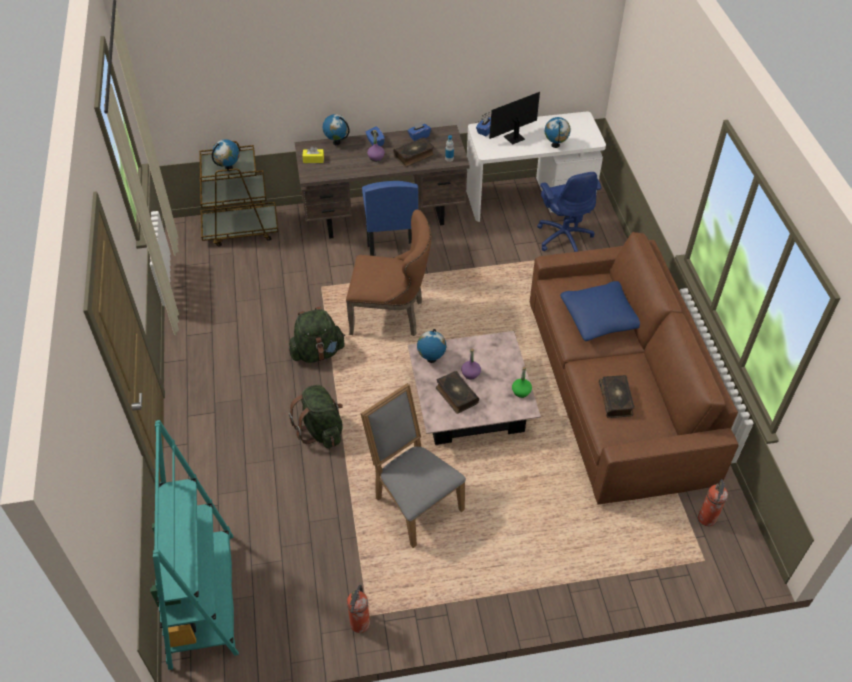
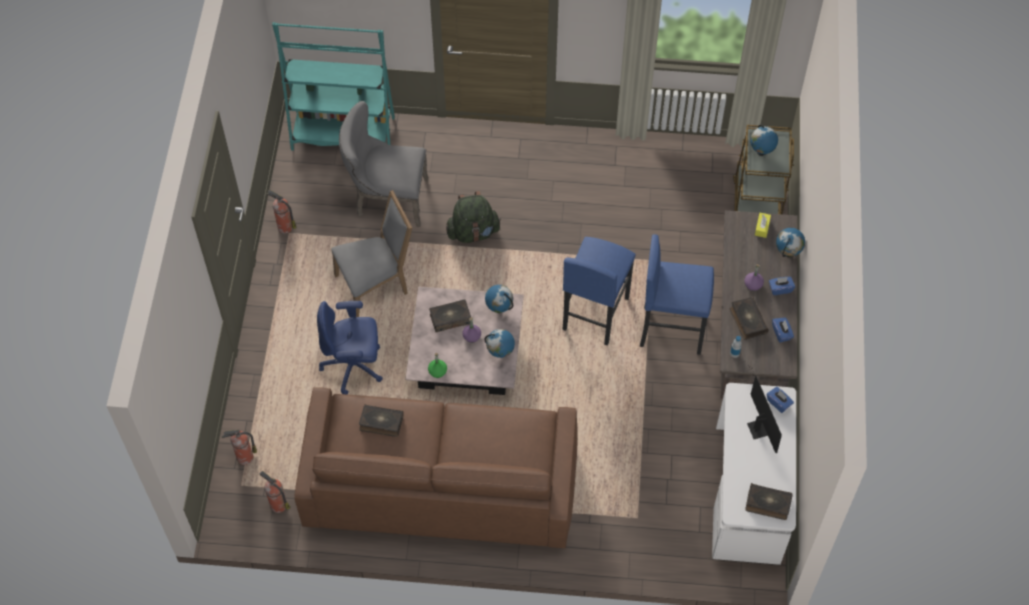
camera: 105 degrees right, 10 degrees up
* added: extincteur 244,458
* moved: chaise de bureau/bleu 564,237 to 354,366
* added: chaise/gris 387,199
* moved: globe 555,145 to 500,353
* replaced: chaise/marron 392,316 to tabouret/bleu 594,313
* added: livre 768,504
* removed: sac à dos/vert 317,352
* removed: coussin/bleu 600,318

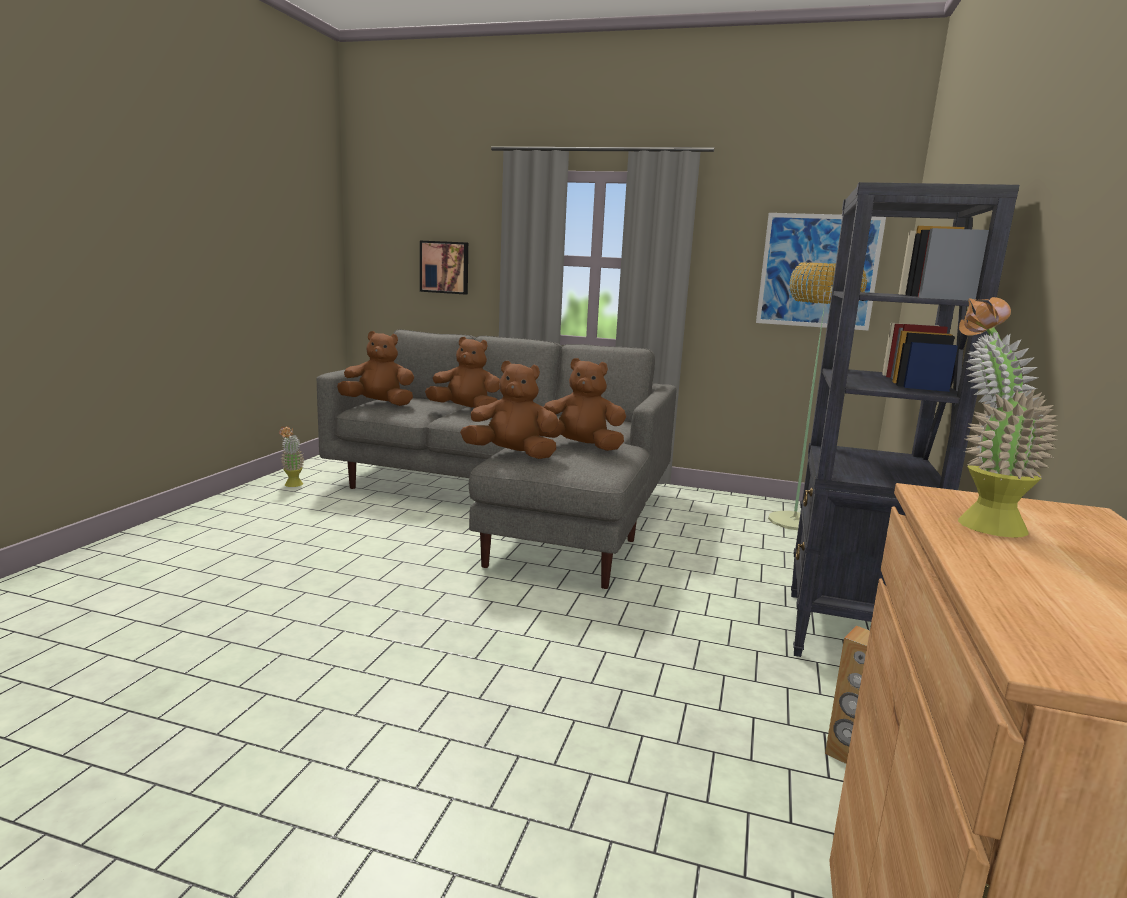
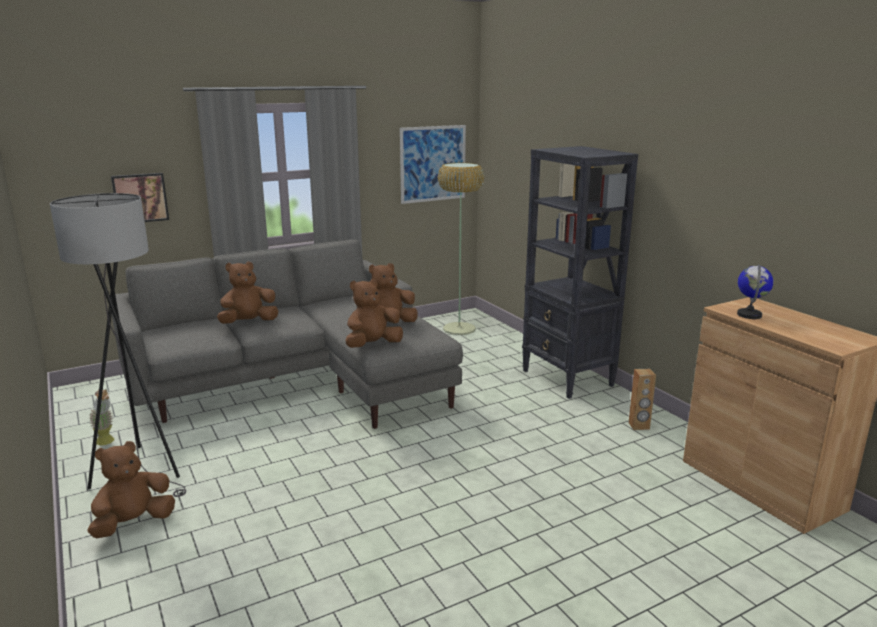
camera: 45 degrees left, 5 degrees up
* added: lampadaire/gris 143,471
* moved: peluche/marron 379,404 to 133,523
* replaced: plante en pot 975,521 to globe 749,315

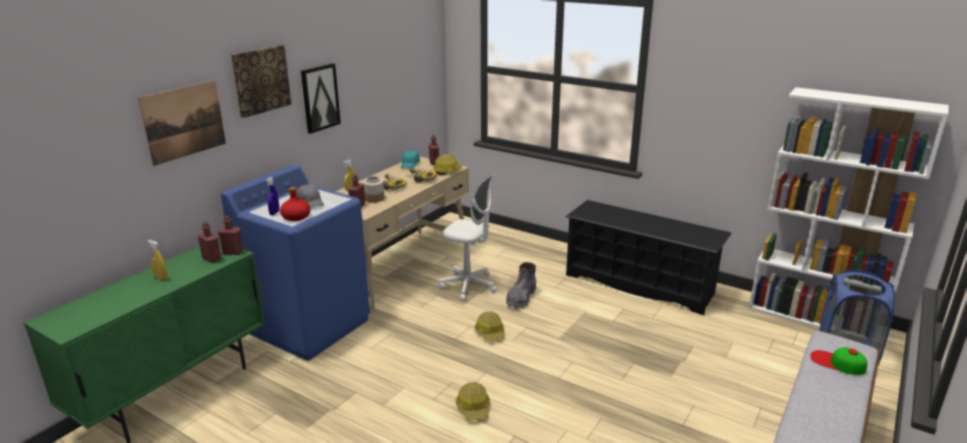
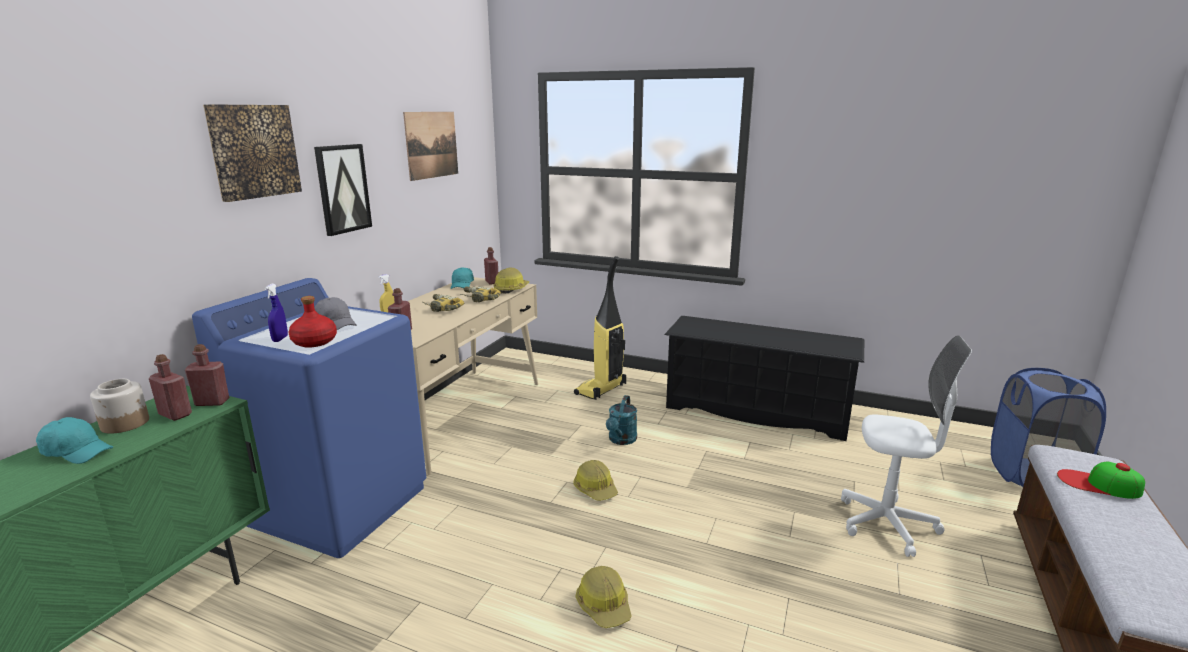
camera: 10 degrees left, 5 degrees down
* replaced: vaporisateur/jaune 161,278 to casquette/turquoise 77,451
* moved: bocal 374,198 to 126,423
* moved: tableau 184,122 to 432,145
* added: aspirateur 601,390
* replaced: botte/gris 521,298 to arrosoir/turquoise 621,440
* moved: chaise de bureau/blanc 468,286 to 887,524
* removed: bibliothèque/blanc 815,318

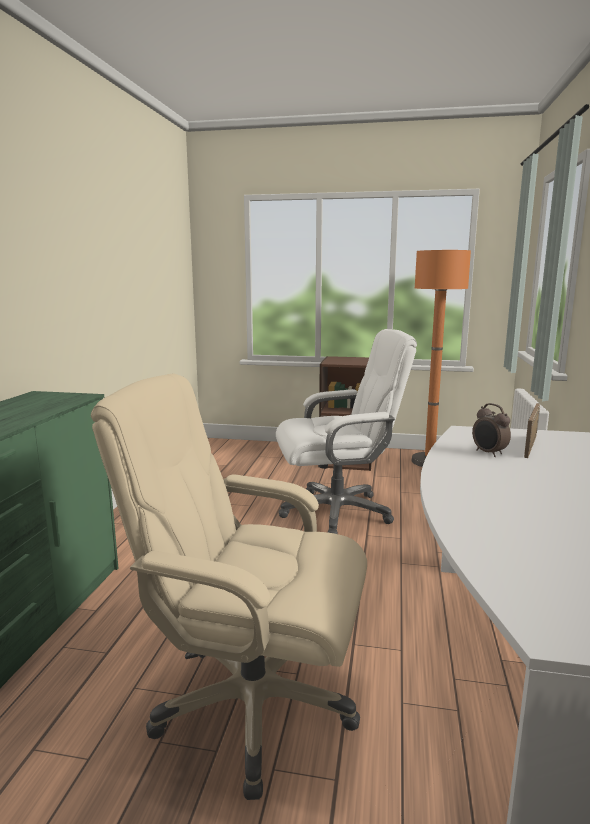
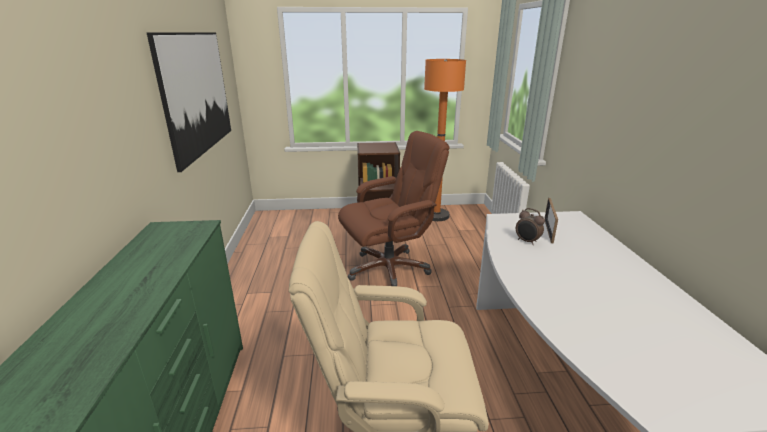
camera: 15 degrees left, 10 degrees up
* added: tableau 197,93
* recoloured: chaise de bureau/blanc 337,512 to chaise de bureau/marron 389,269

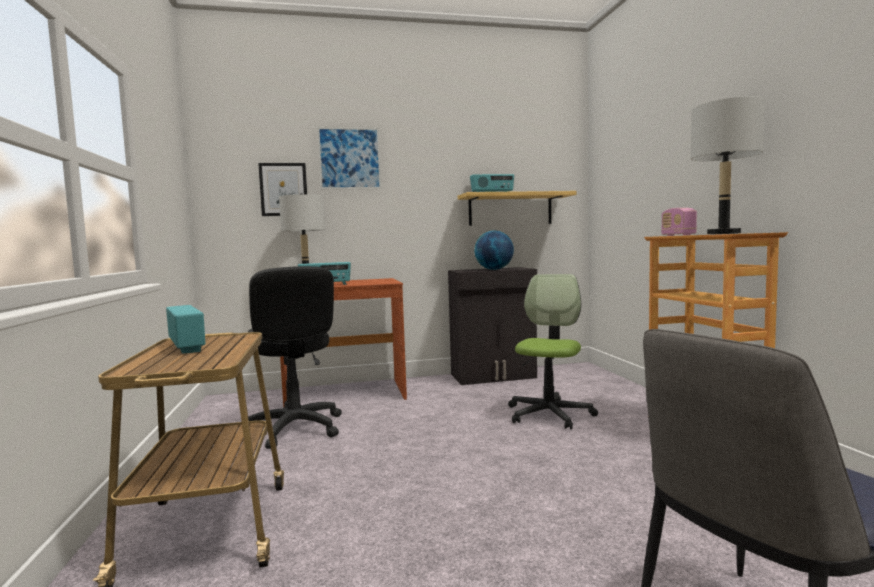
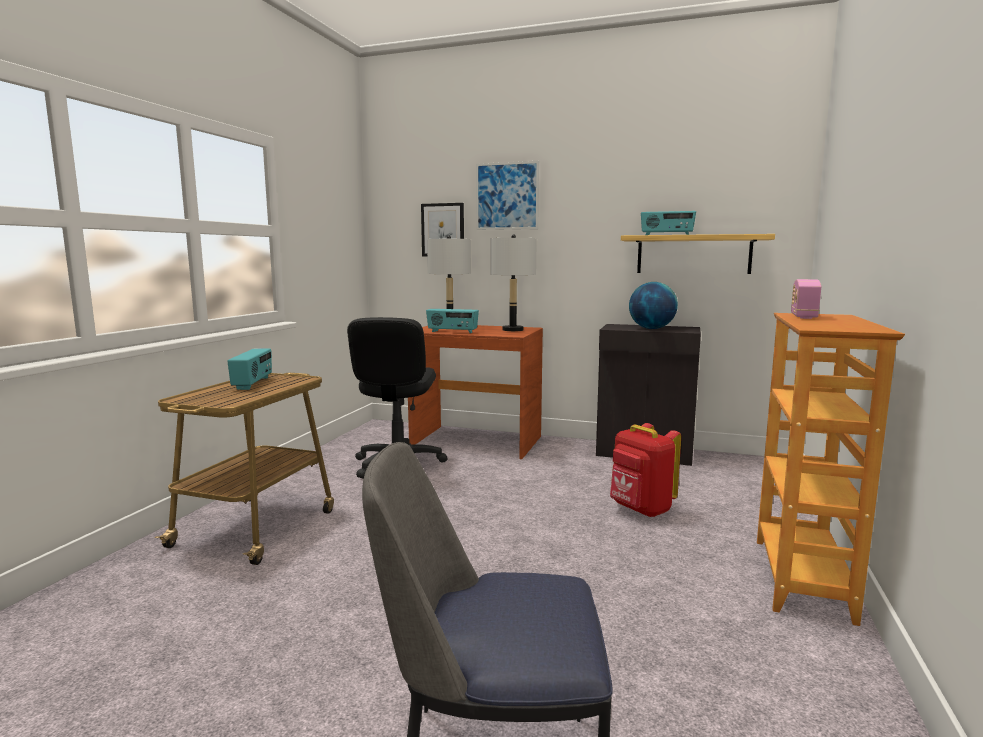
camera: 30 degrees right, 5 degrees up
* moved: lampe de table/gris 723,234 to 512,330
* replaced: chaise de bureau 549,414 to sac à dos/rouge 640,509

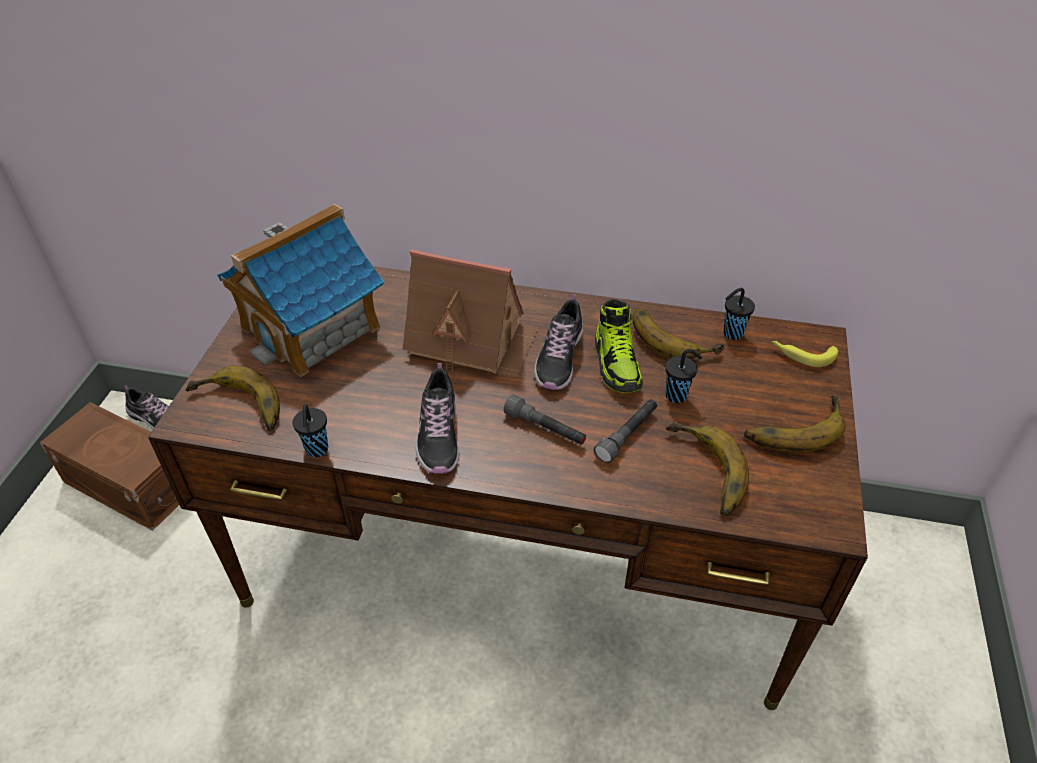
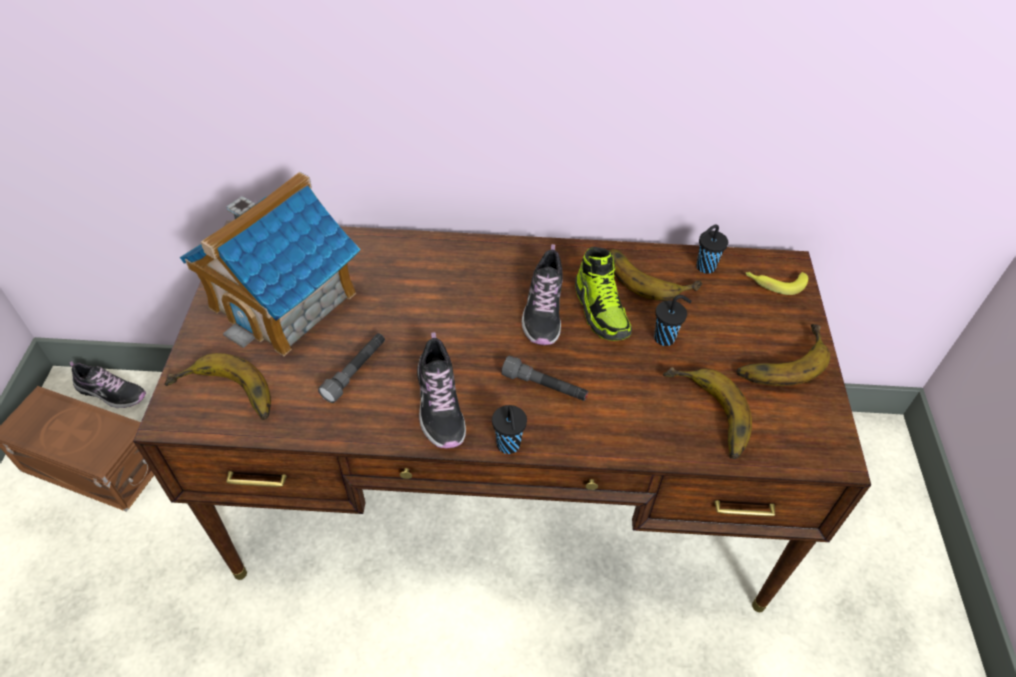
camera: 10 degrees left, 5 degrees up
* moved: lampe de poche/gris 627,435 to 355,372
* moved: tasse/noir 316,450 to 508,446
* removed: maison miniature 471,341

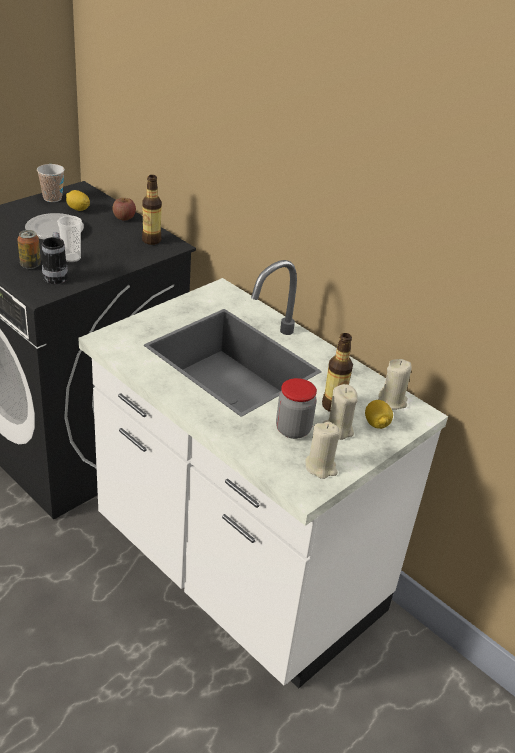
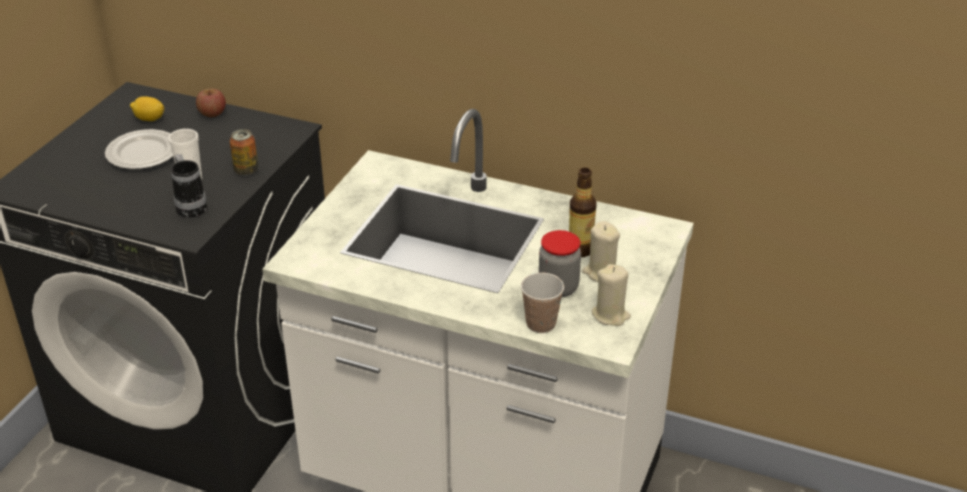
camera: 20 degrees left, 0 degrees up
* moved: boîte métallique 30,265 to 246,170
* moved: tasse 52,198 to 541,324
* removed: bouteille 151,240
* removed: citron 376,424
* removed: bougie/beige 392,401

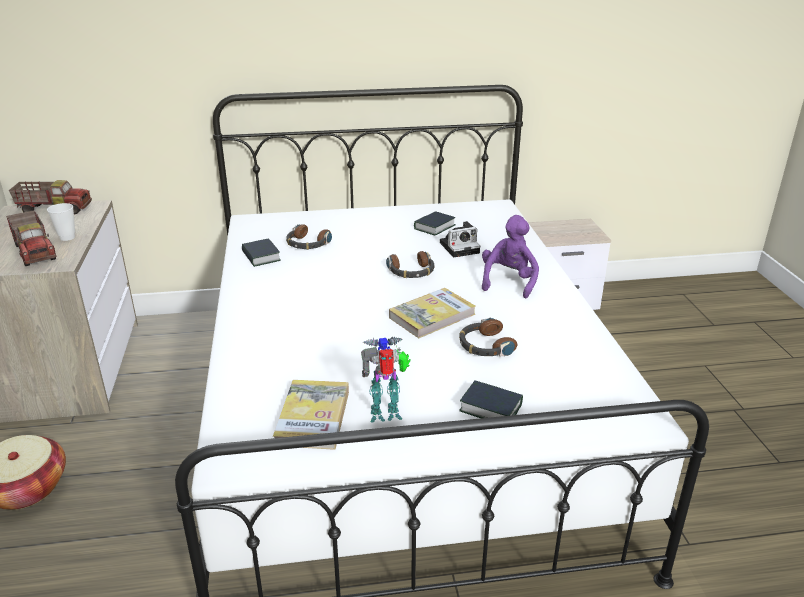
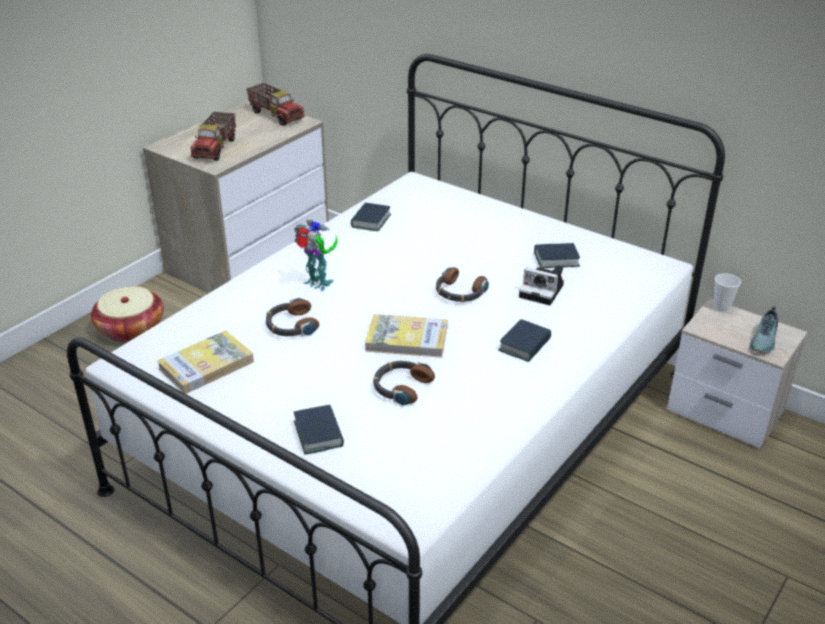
camera: 45 degrees right, 5 degrees up
* moved: casque audio 307,244 to 291,325
* moved: robot jouet 387,415 to 318,285
* replaced: peluche/violet 508,281 to livre 525,345
* moved: tasse 67,237 to 721,308
* added: chaussure 765,340

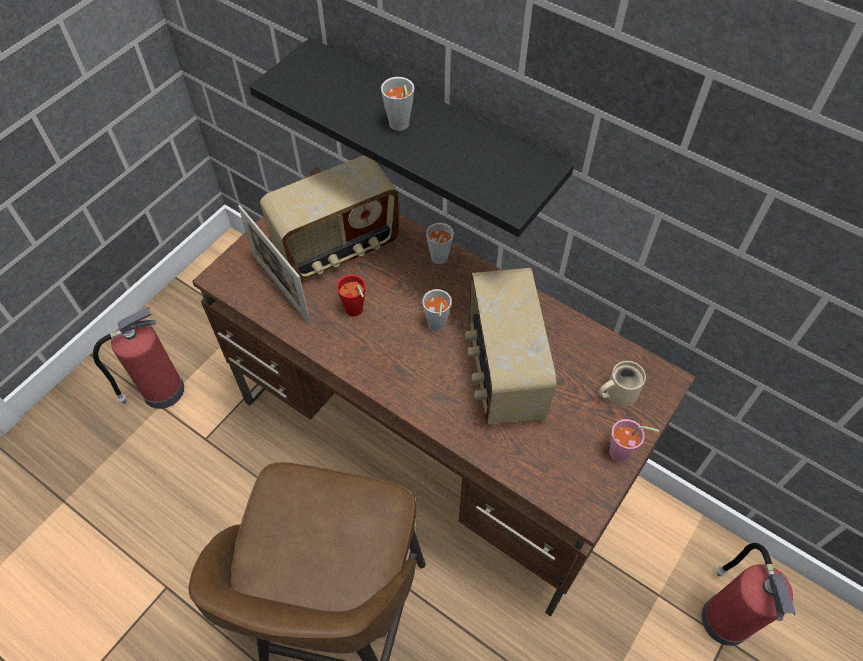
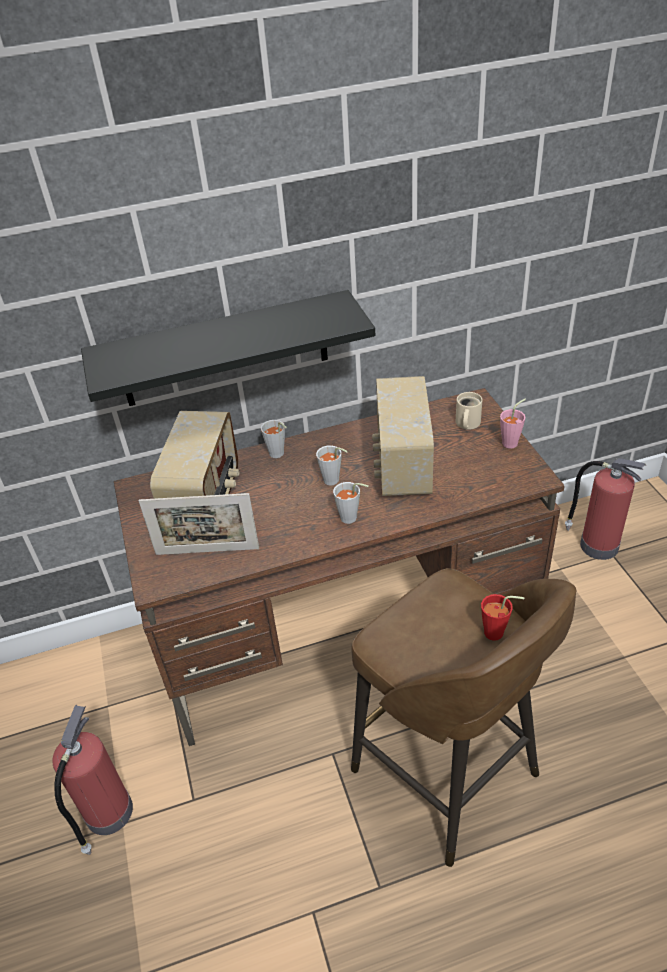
camera: 50 degrees left, 15 degrees down
* moved: tasse/gris 399,127 to 352,519
* turned: radio 502,371 = 402,466 60 degrees clockwise
* moved: tasse/rouge 355,312 to 498,633

